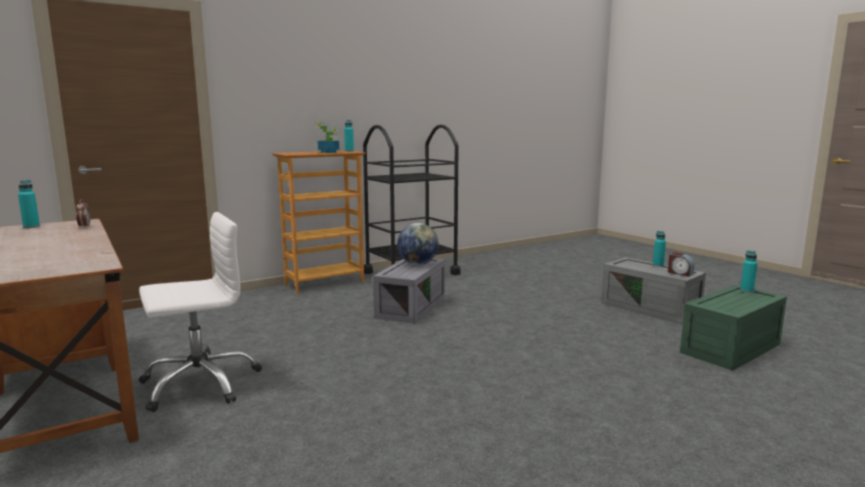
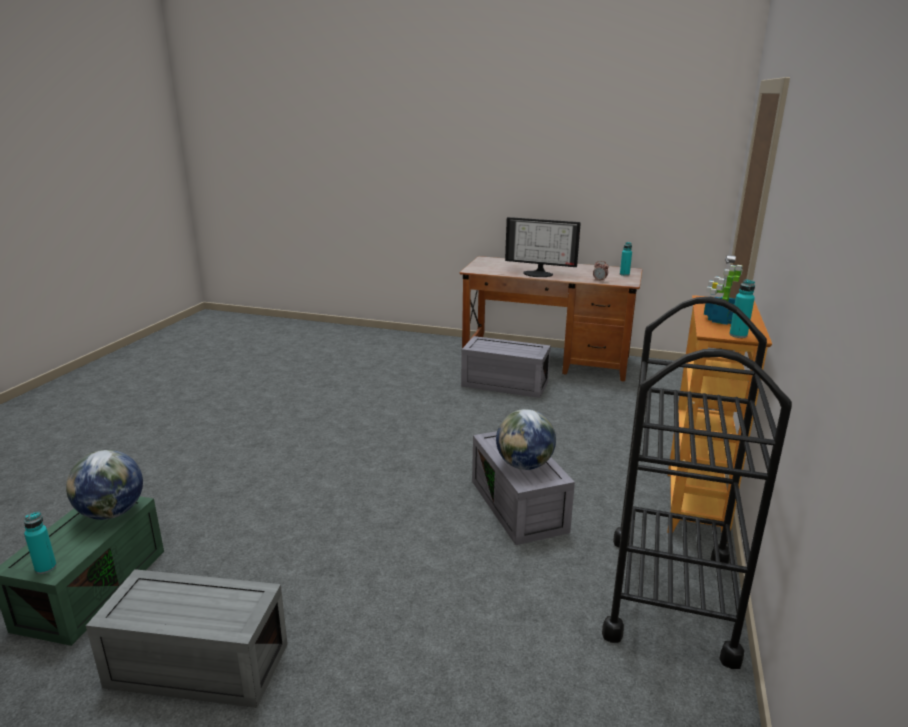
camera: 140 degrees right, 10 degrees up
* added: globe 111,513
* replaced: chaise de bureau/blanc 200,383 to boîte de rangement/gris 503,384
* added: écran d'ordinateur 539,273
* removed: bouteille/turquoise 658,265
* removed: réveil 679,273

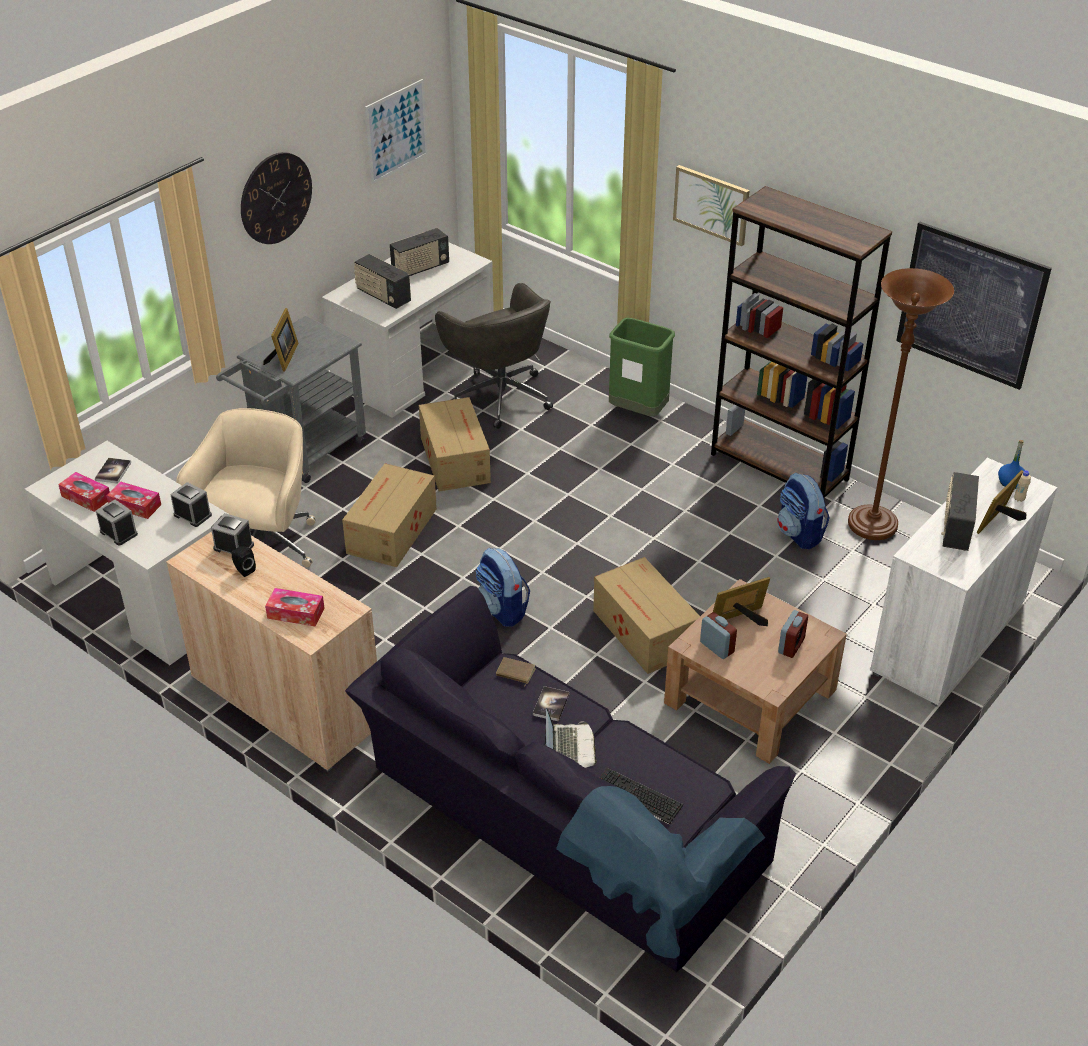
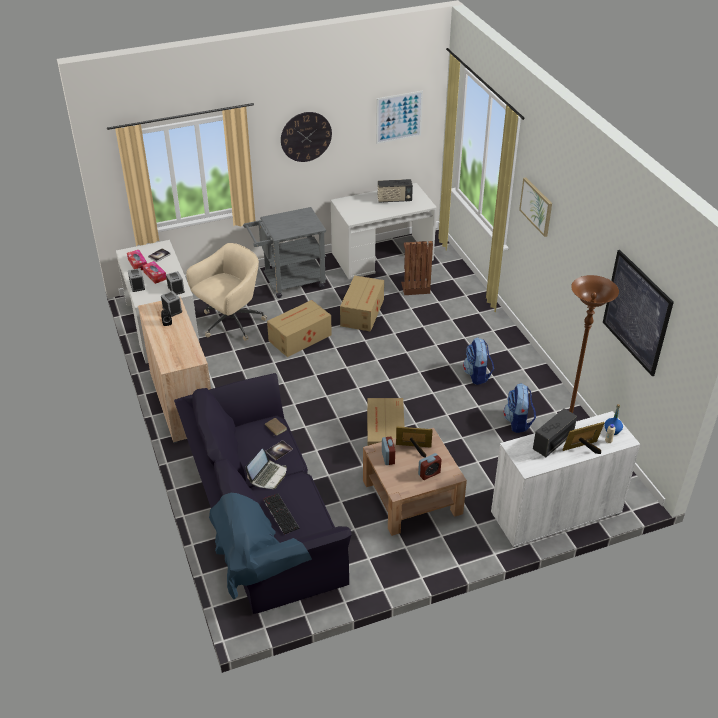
camera: 30 degrees right, 0 degrees up
* replaced: chaise de bureau/gris 500,395 to poubelle/marron 415,286
* moved: sac à dos 502,610 to 477,375
* removed: cadre photo 284,357
* removed: boîte à mouchoirs 296,613
* removed: radio 383,296
* removed: poubelle/vert 638,412
* removed: bibliothèque/marron 779,467

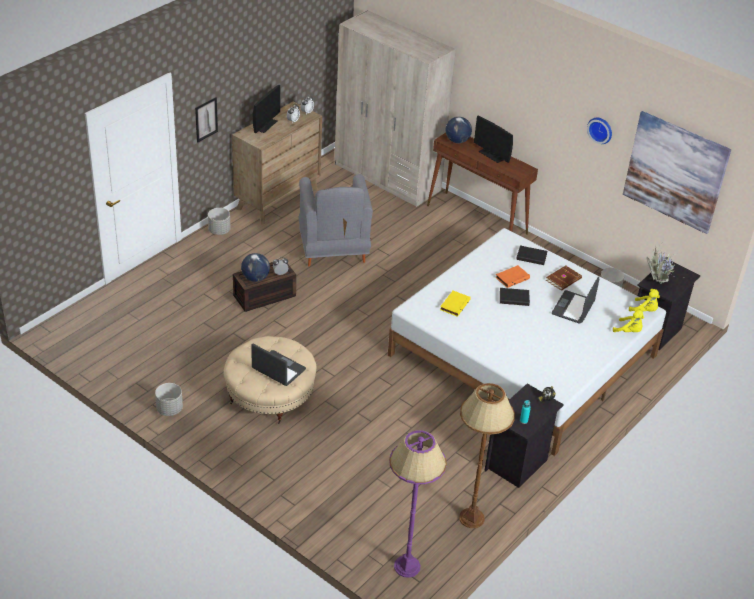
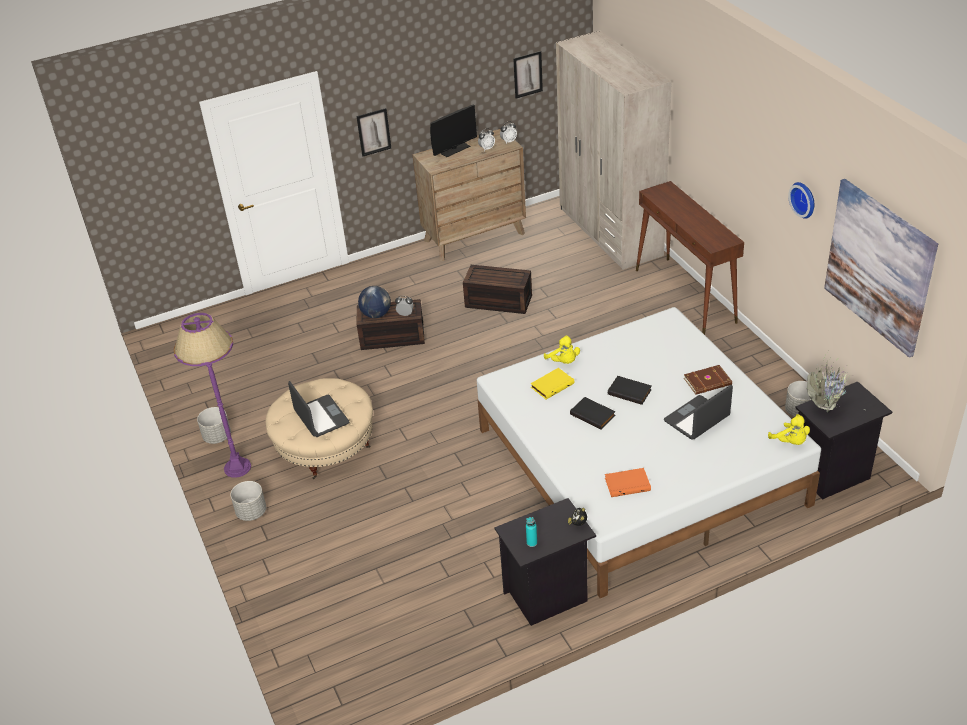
camera: 30 degrees right, 0 degrees up
* moved: lampadaire/violet 407,567 to 237,468
* moved: cache-pot/gris 219,231 to 251,512
* replaced: fauteuil/gris 333,250 to boîte de rangement/marron 497,302
* added: tableau 527,74
* moved: peluche/jaune 629,331 to 563,362
* moved: livre/noir 532,256 to 593,414
* moved: livre/orange 512,277 to 627,484
* removed: globe 457,141
* removed: lampadaire/marron 471,518
* removed: écran d'ordinateur 492,155

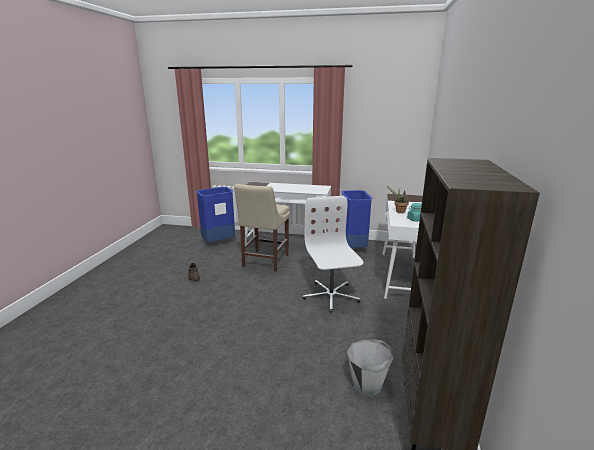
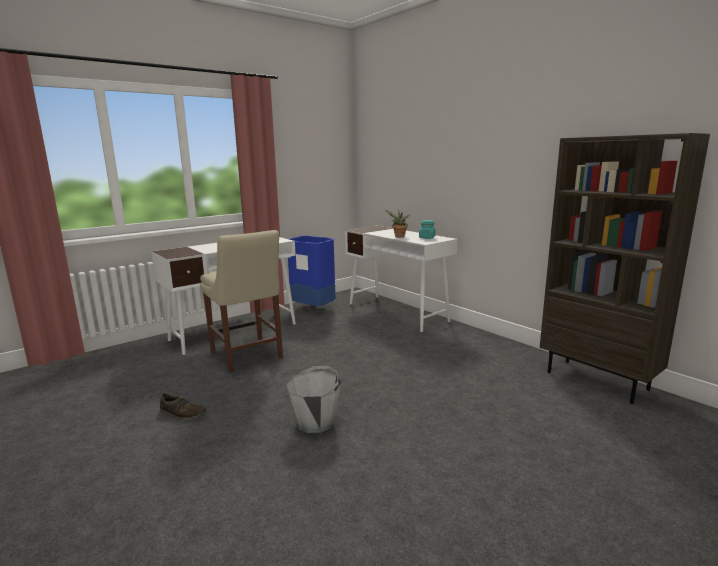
camera: 50 degrees left, 5 degrees down
* moved: seau/gris 367,383 to 316,422
* removed: poubelle/bleu 218,242
* removed: chaise de bureau/blanc 330,296

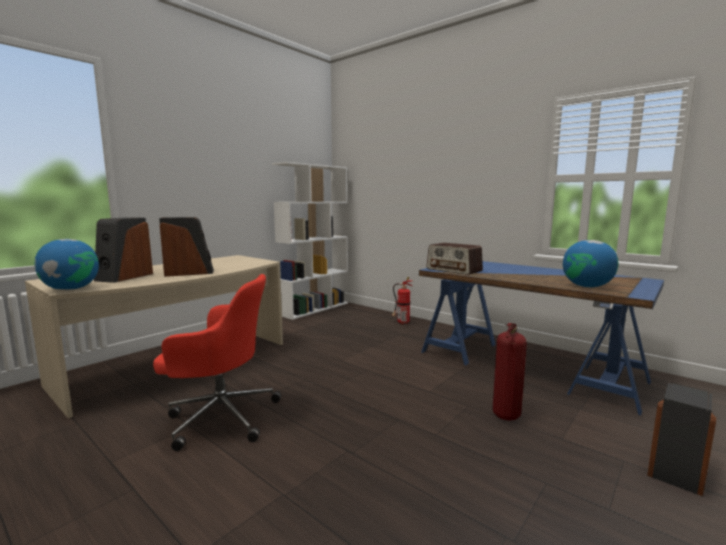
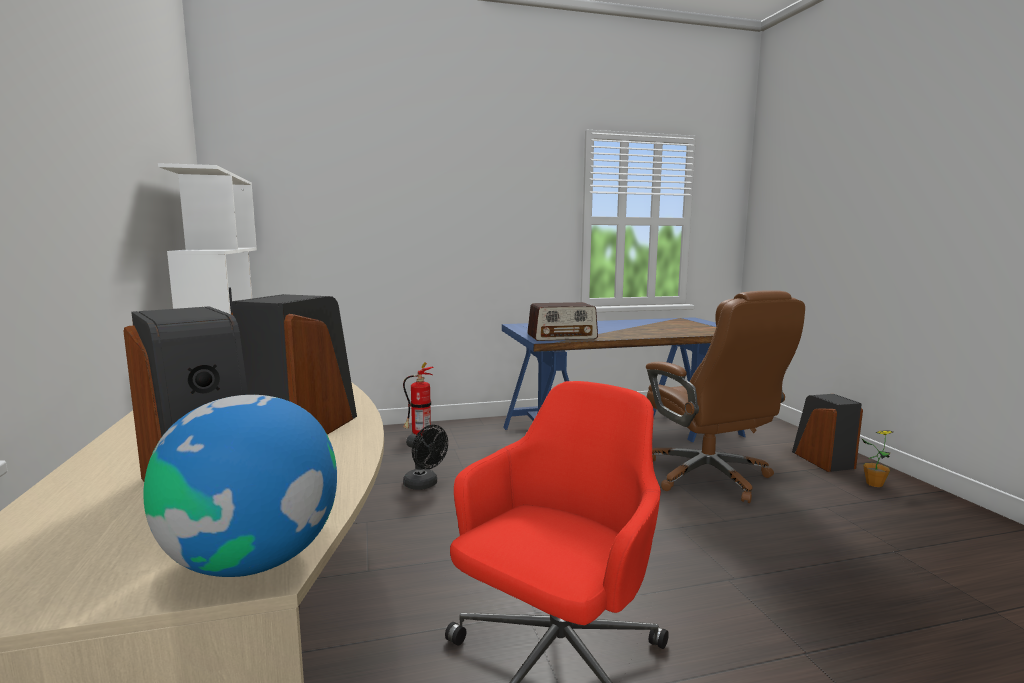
camera: 55 degrees left, 0 degrees up
* added: ventilateur/noir 424,485
* replaced: extincteur 506,415 to chaise de bureau/marron 709,477
* added: plante en pot 874,484
* removed: globe 587,286

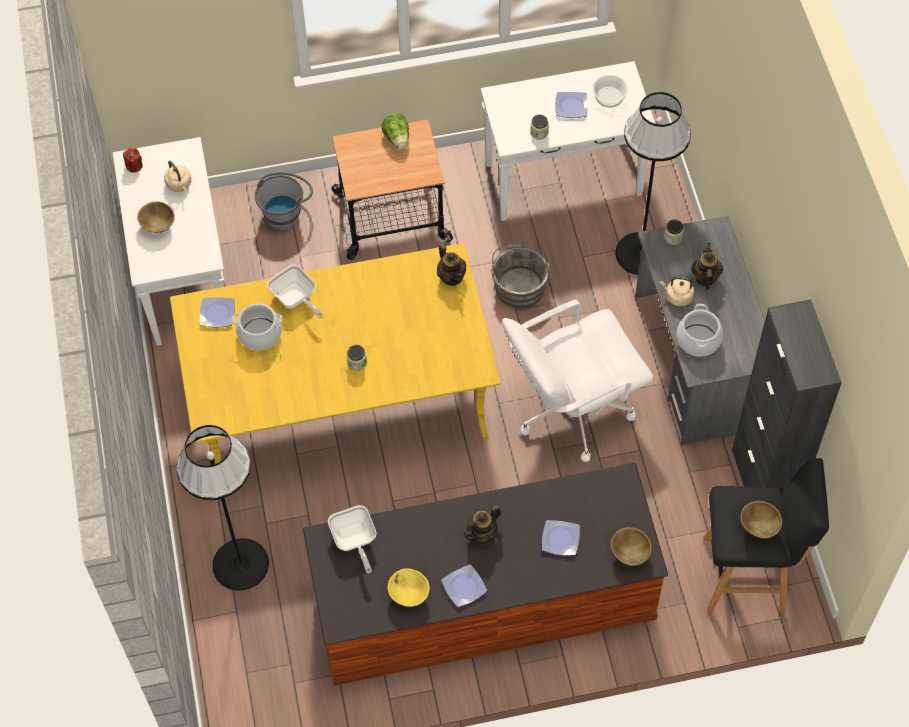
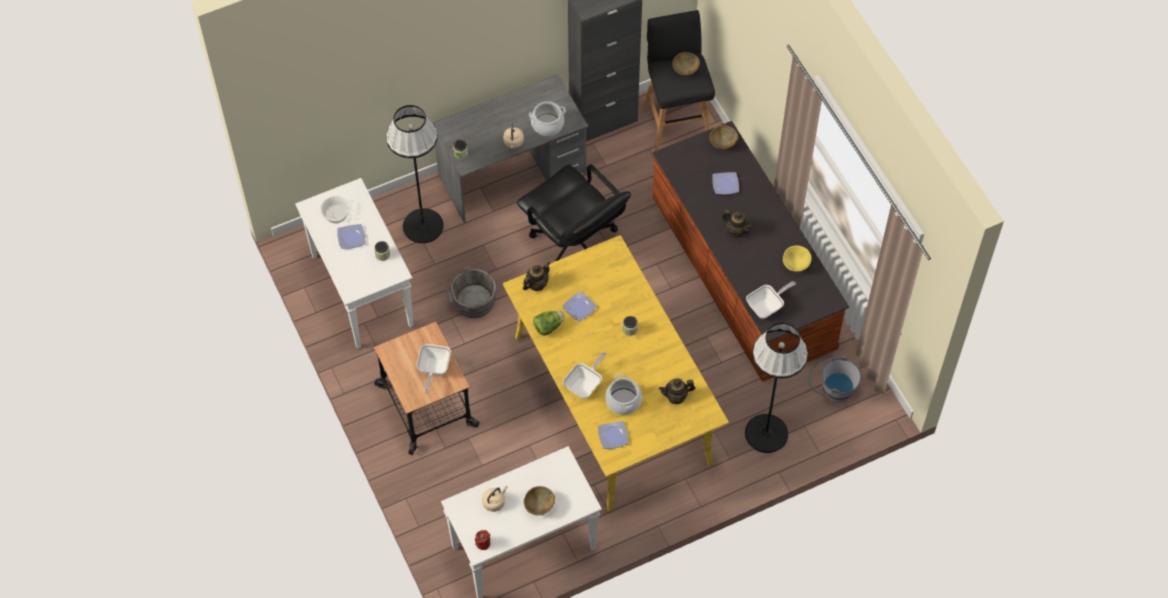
camera: 105 degrees left, 0 degrees up
* added: poêle 433,369
* recoloured: chaise de bureau/blanc 572,409 to chaise de bureau/noir 574,246
* moved: laitue 397,138 to 548,327
* moved: assiette 465,587 to 579,307
* moved: théière 705,277 to 676,397
* moved: seau/gris 286,212 to 831,390

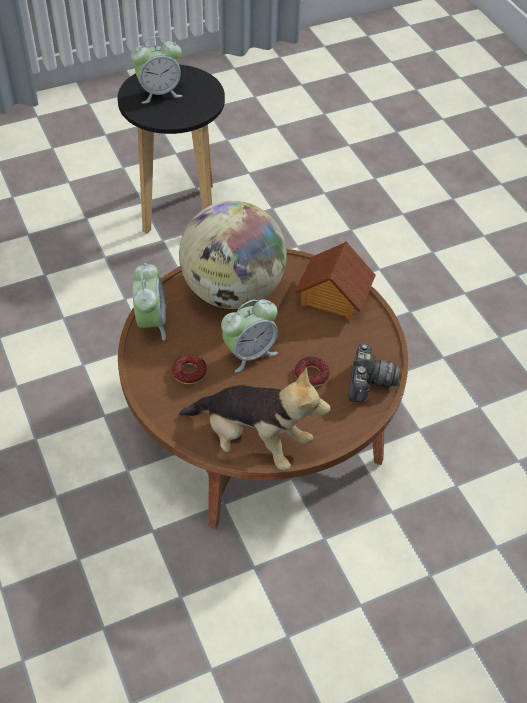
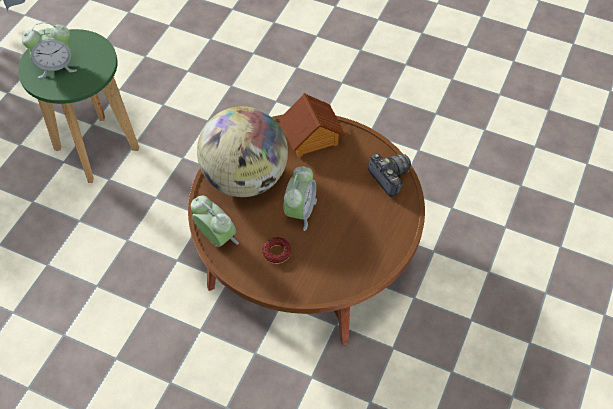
camera: 40 degrees left, 5 degrees up
* recoloured: tabouret/noir 179,209 to tabouret/vert 97,149
* turned: réveil 159,93 = 56,67 45 degrees clockwise
* removed: peluche 252,440
* removed: beignet 311,375

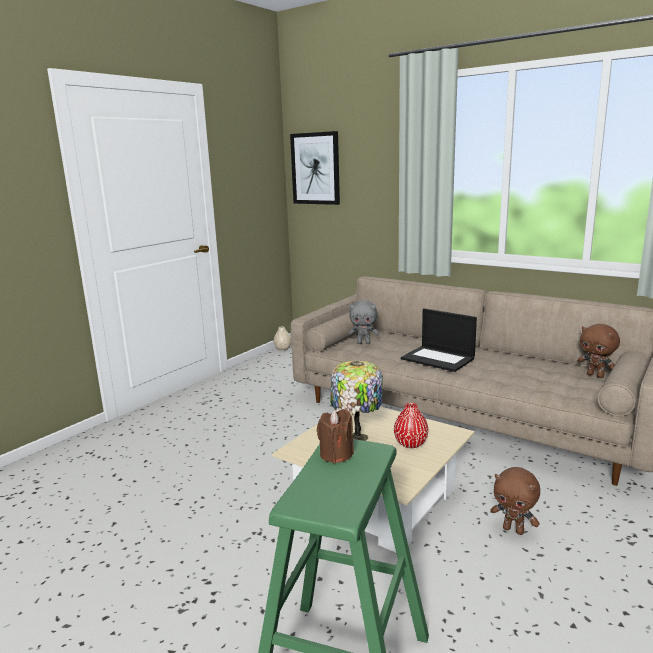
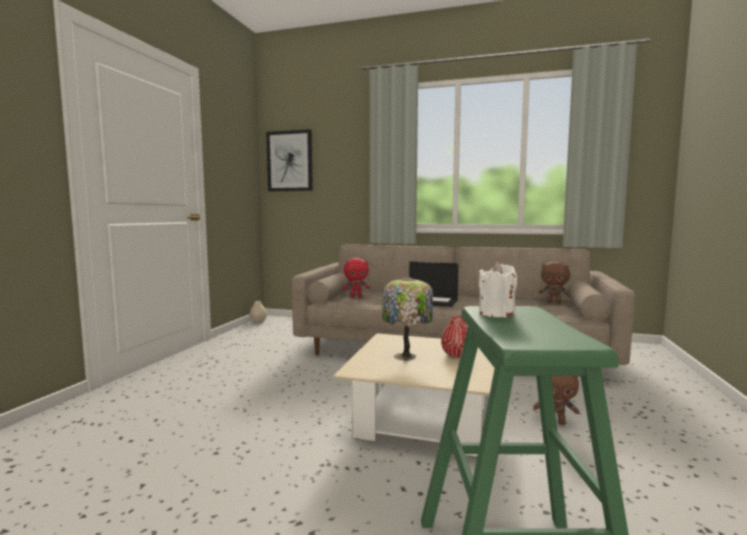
camera: 20 degrees left, 10 degrees down
* recoloured: peluche/gris 364,343 to peluche/rouge 356,297
* recoloured: bougie/marron 336,454 to bougie/blanc 496,313

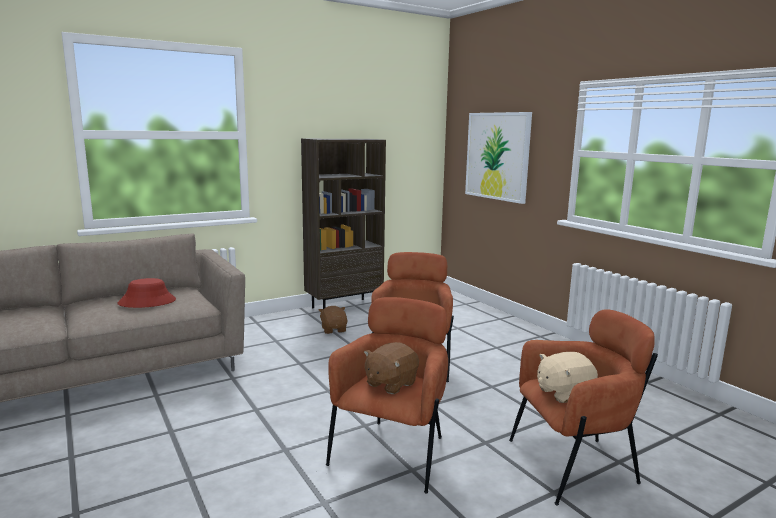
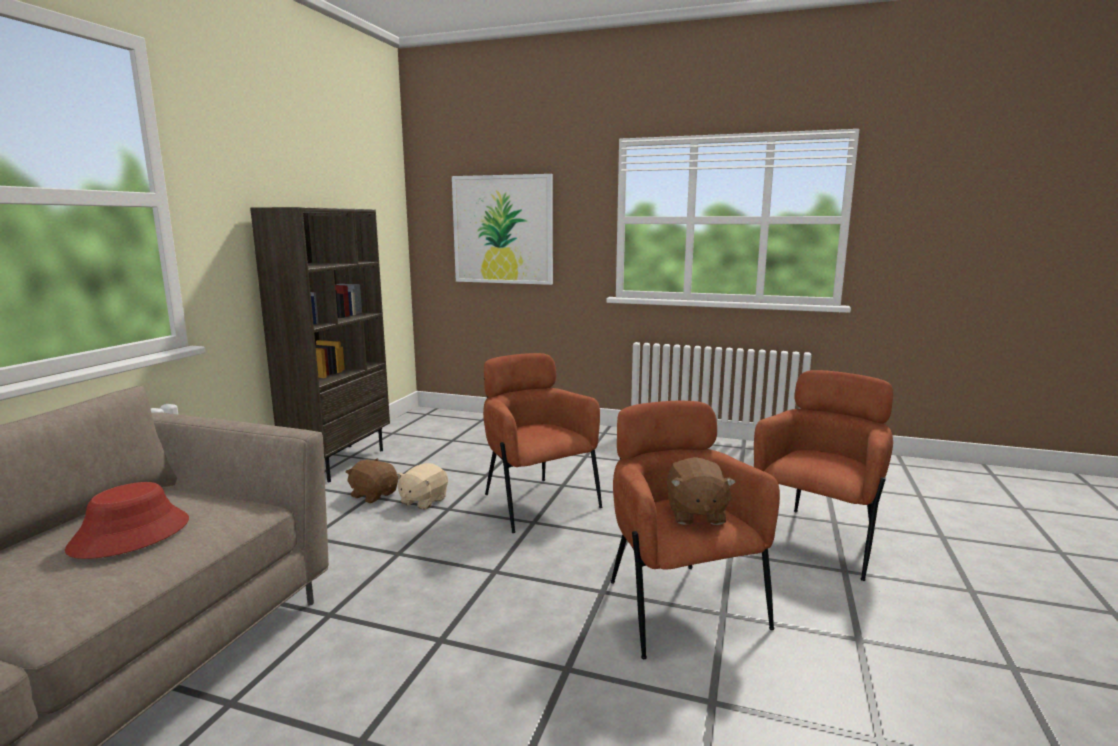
camera: 40 degrees left, 0 degrees up
* moved: peluche/beige 563,392 to 423,501

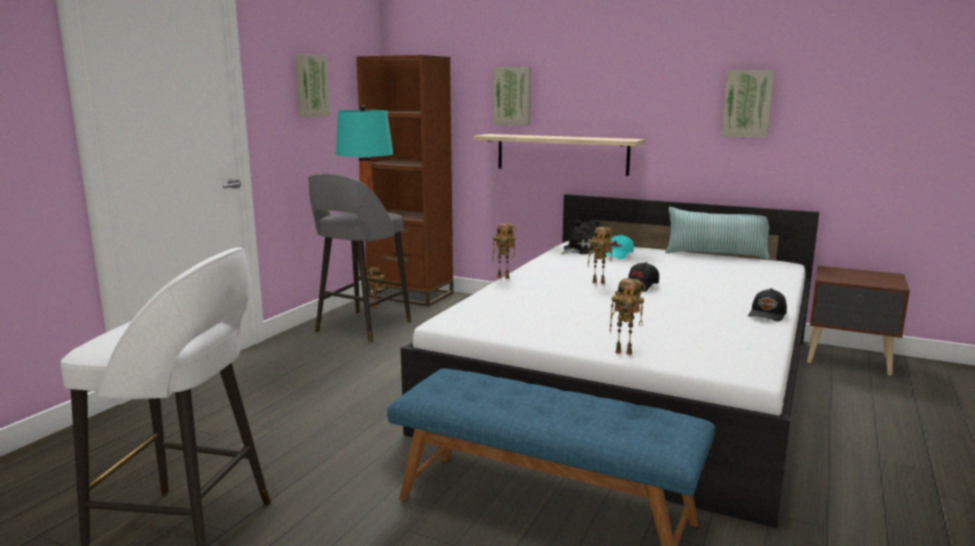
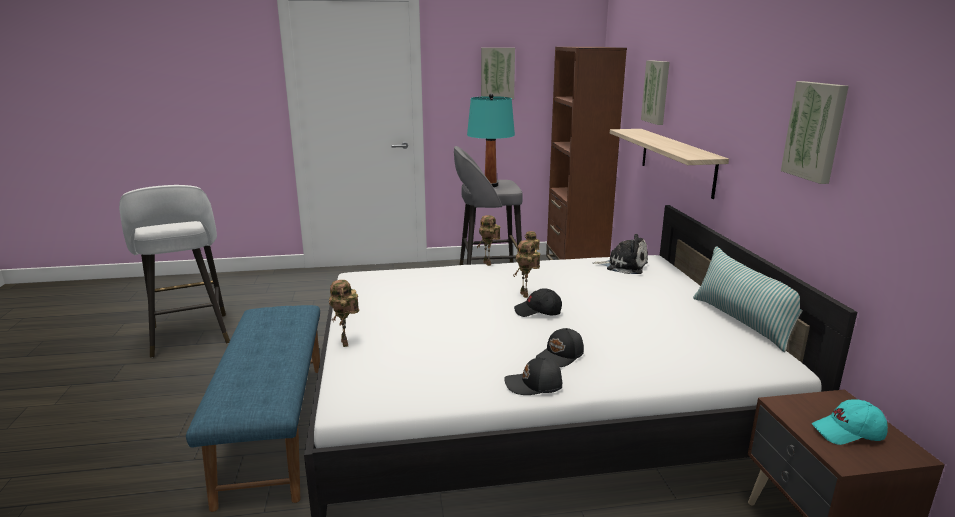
camera: 55 degrees right, 5 degrees up
* added: casquette/noir 561,356
* moved: casquette/turquoise 618,255 to 848,433

